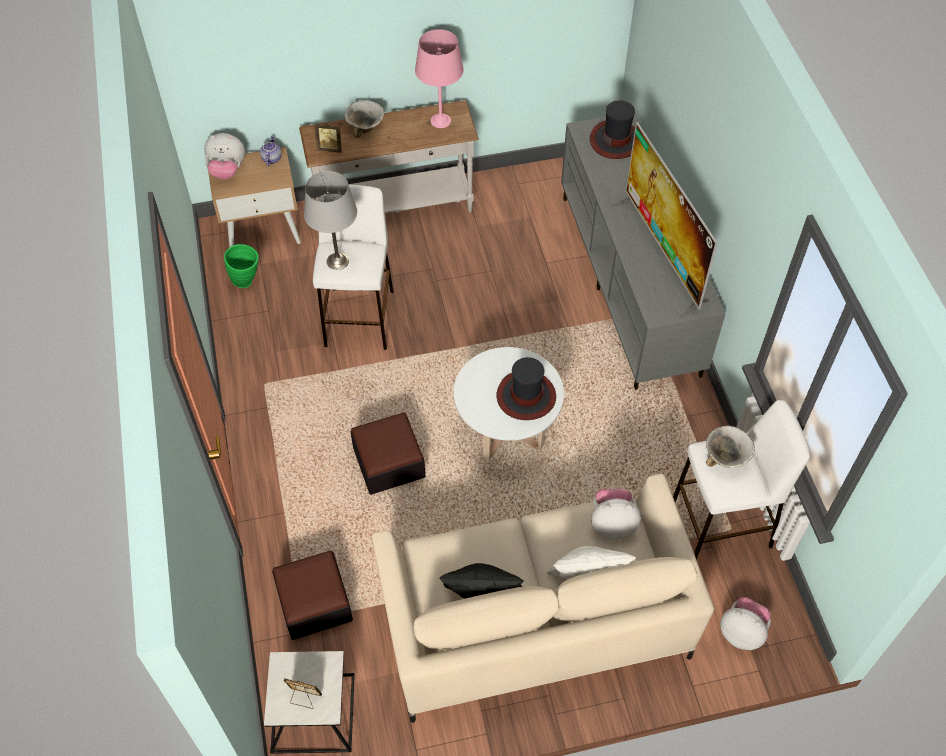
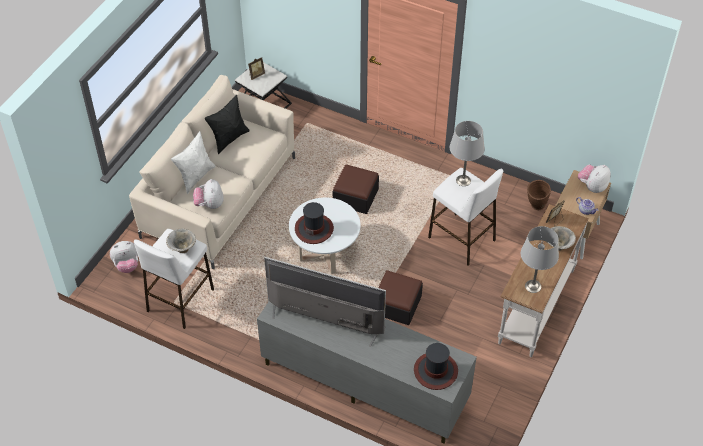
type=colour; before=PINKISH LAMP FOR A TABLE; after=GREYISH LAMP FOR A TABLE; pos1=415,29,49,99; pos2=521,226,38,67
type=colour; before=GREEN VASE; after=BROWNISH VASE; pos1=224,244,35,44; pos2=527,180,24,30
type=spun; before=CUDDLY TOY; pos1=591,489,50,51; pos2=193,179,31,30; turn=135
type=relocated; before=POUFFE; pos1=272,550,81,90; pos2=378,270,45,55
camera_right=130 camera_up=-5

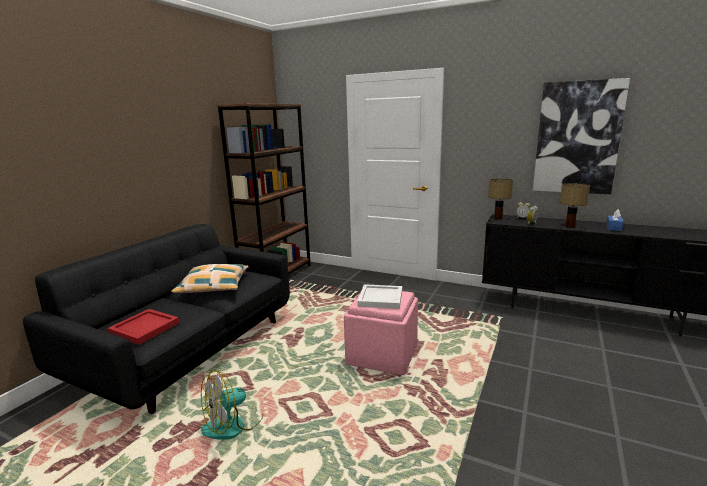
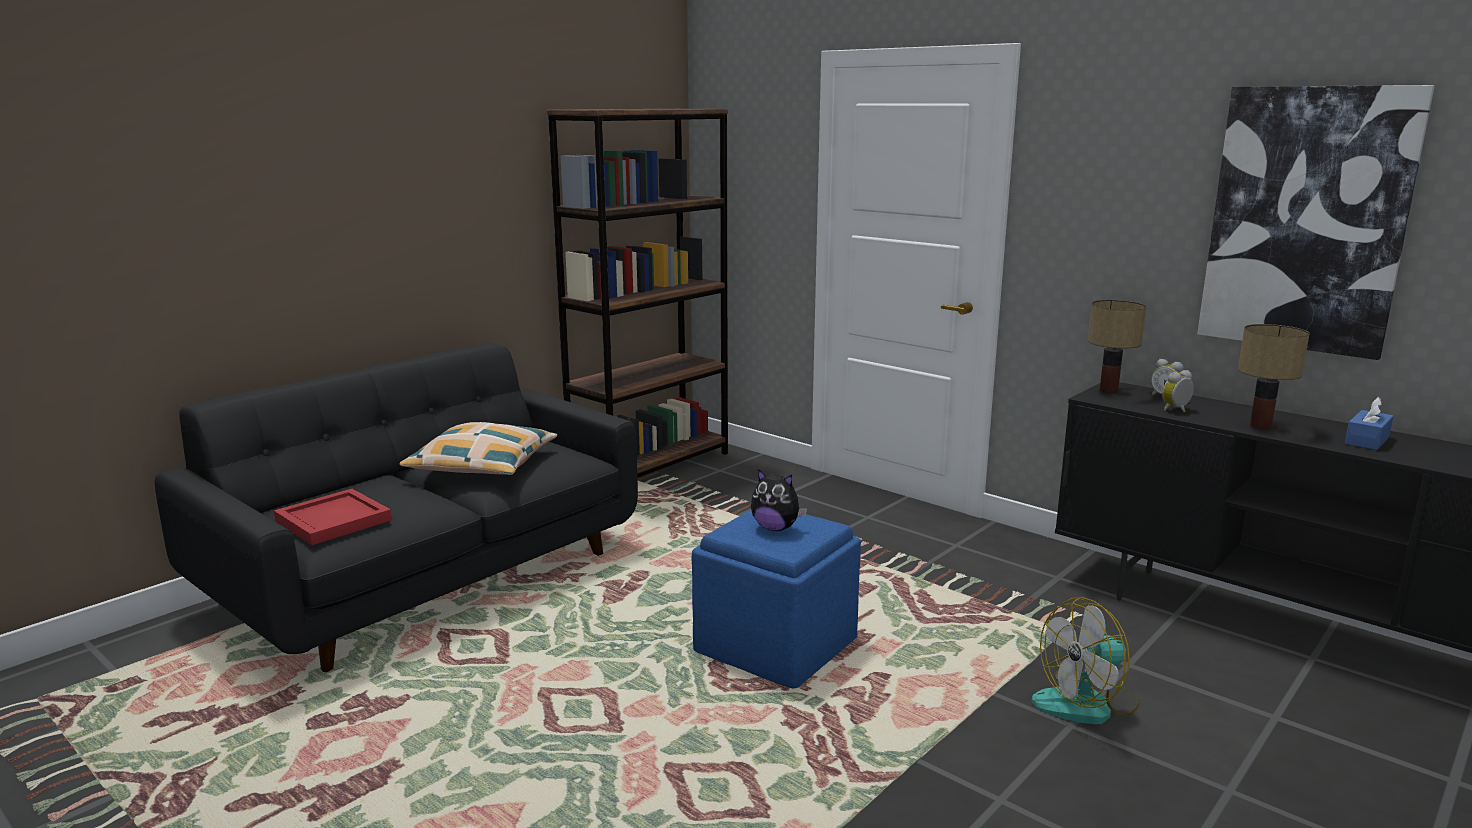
type=exchanged; before=WHITISH CARRYING TRAY; after=CUDDLY TOY; pos1=357,284,45,25; pos2=751,469,56,62
type=colour; before=PINKISH POUFFE; after=BLUE-COLOURED POUFFE; pos1=344,291,74,84; pos2=691,510,170,178
type=relocated; before=FAN; pos1=201,370,62,70; pos2=1032,597,108,127
camera_right=15 camera_up=0

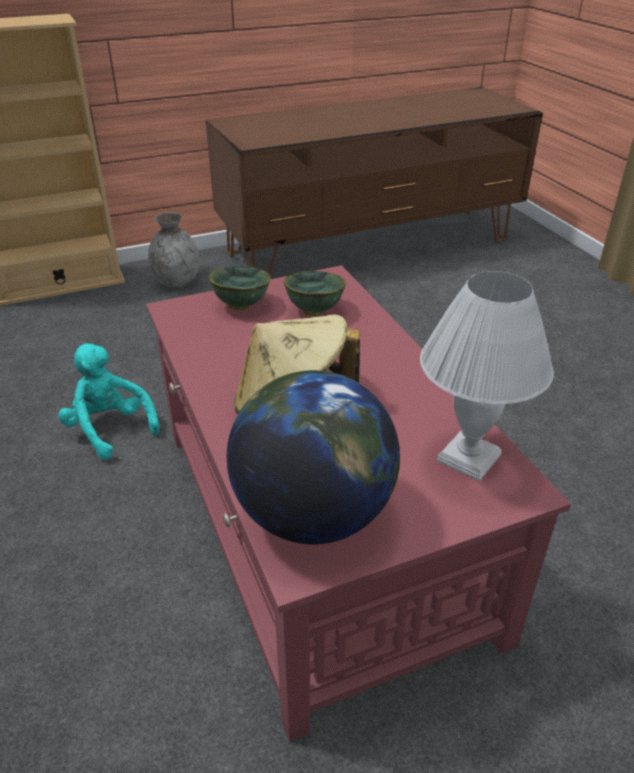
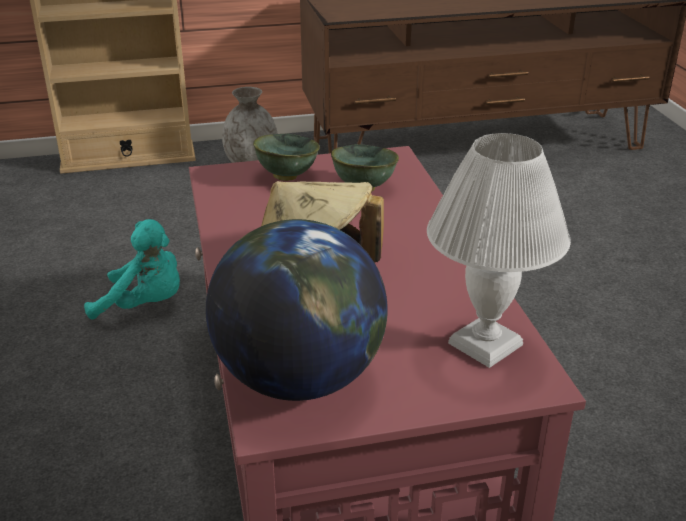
type=spun; before=TURQUOISE-COLOURED CUDDLY TOY; pos1=58,343,102,117; pos2=84,219,96,101; turn=135
camera_right=10 camera_up=-5

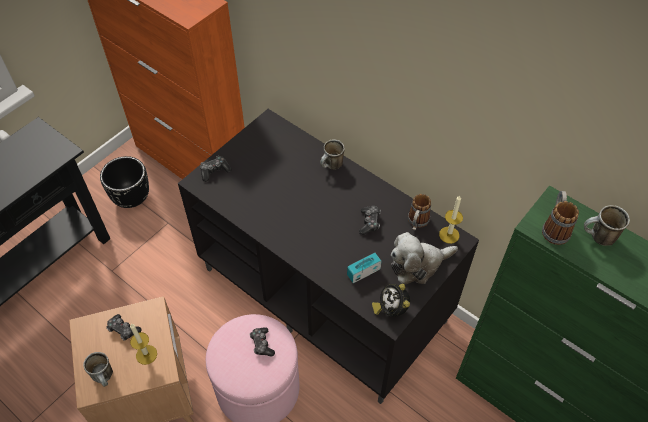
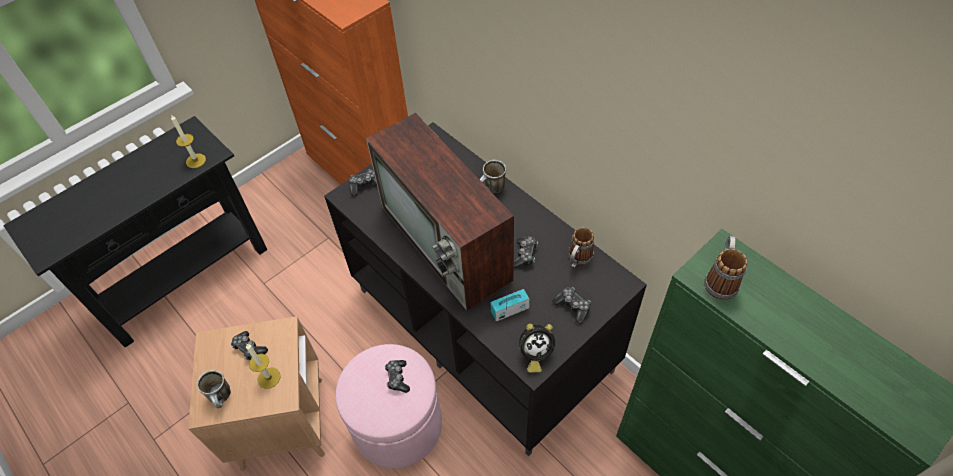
type=missing; before=BLACK FLOWER POT; pos1=100,156,49,52
type=relocated; before=WAX LIGHT; pos1=439,196,24,48; pos2=171,115,35,53
type=missing; before=TEA MUG; pos1=584,205,46,41
type=exchanged; before=CUDDLY TOY; after=GAME CONTROLLER; pos1=391,232,67,52; pos2=552,287,39,37
type=spun; before=ALARM CLOCK; pos1=372,284,38,33; pos2=519,324,36,49; turn=-90
type=appeared; after=TV; pos2=366,113,148,198
camera_right=10 camera_up=0

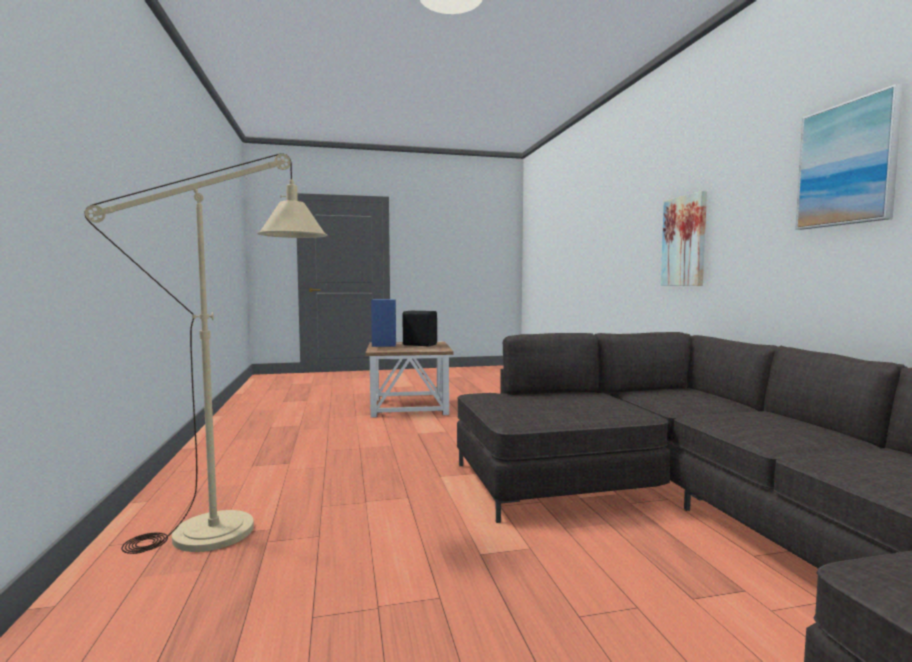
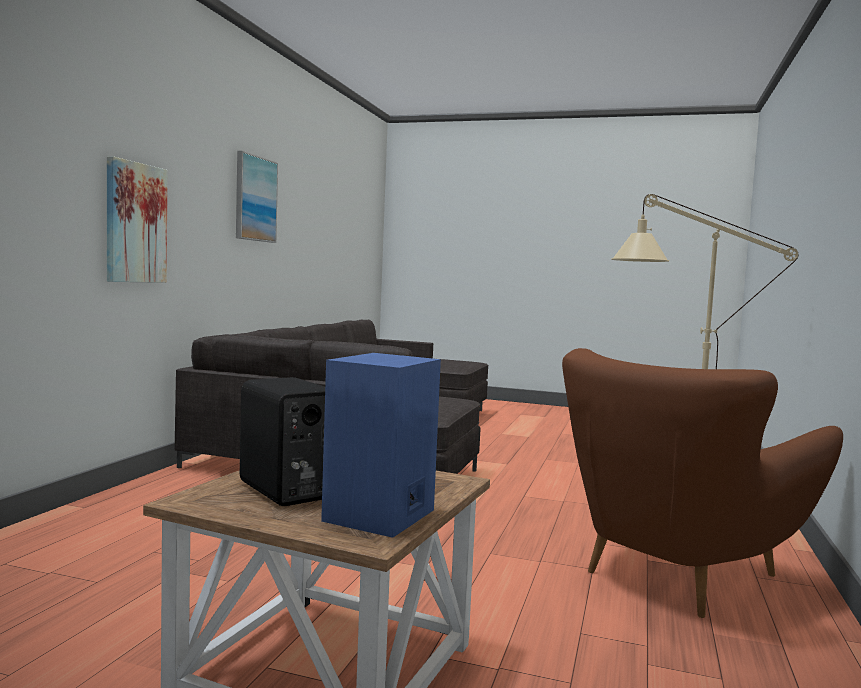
type=appeared; after=BROWNISH EASY CHAIR; pos2=562,348,281,270
camera_right=-150 camera_up=0

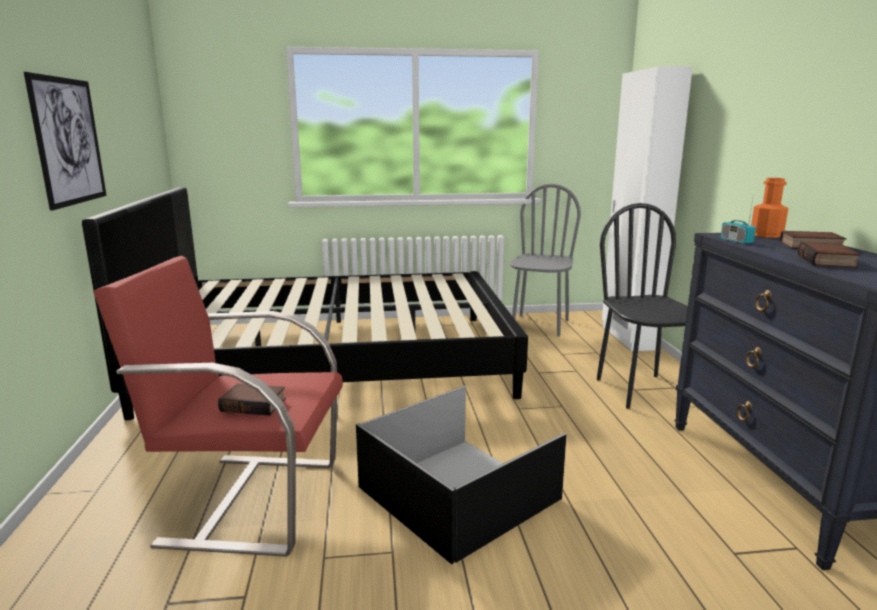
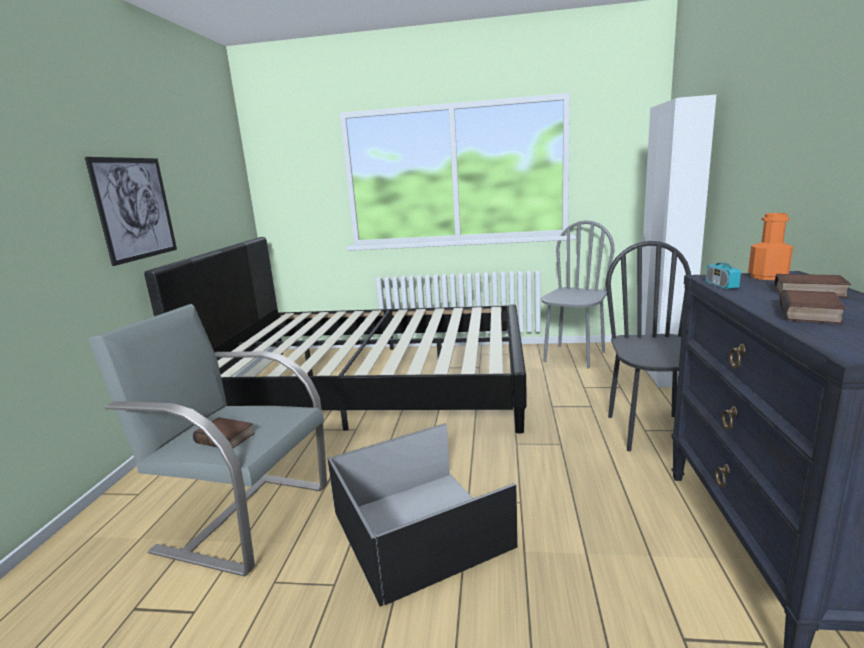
type=colour; before=RED EASY CHAIR; after=GREYISH EASY CHAIR; pos1=93,256,250,301; pos2=88,304,239,272
camera_right=15 camera_up=0

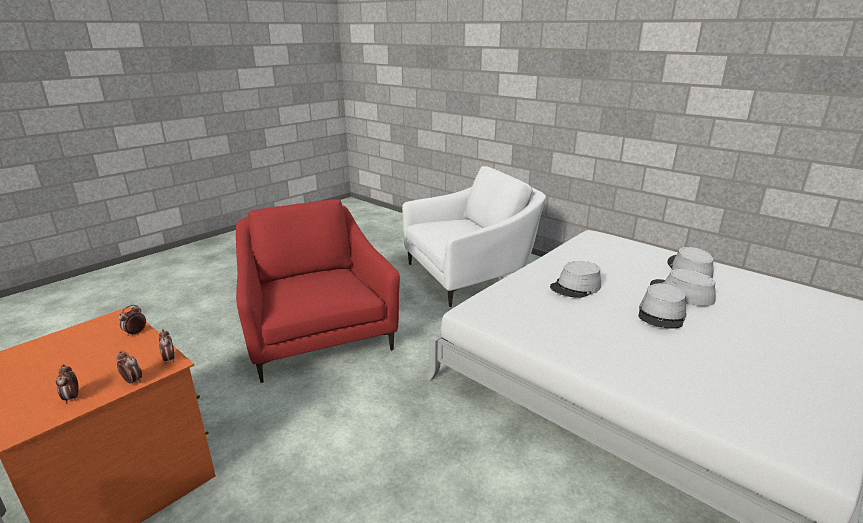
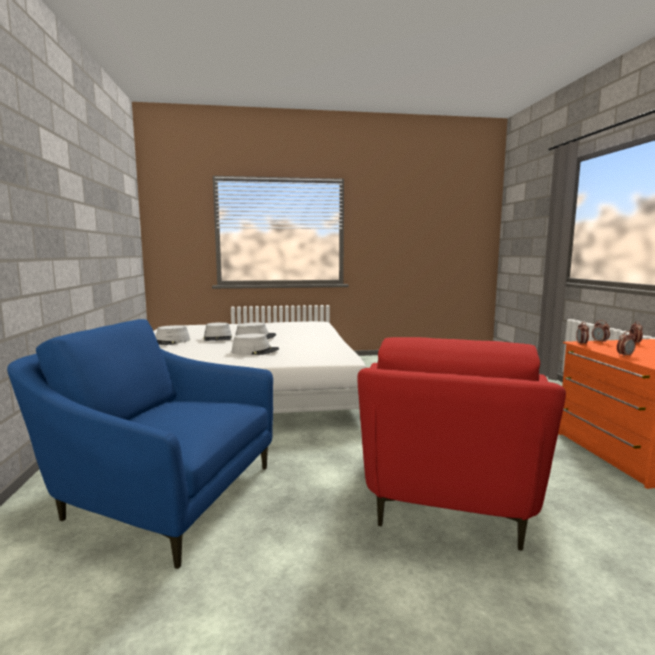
type=colour; before=WHITISH EASY CHAIR; after=BLUE-COLOURED EASY CHAIR; pos1=402,166,144,141; pos2=7,319,266,250
camera_right=-140 camera_up=-15

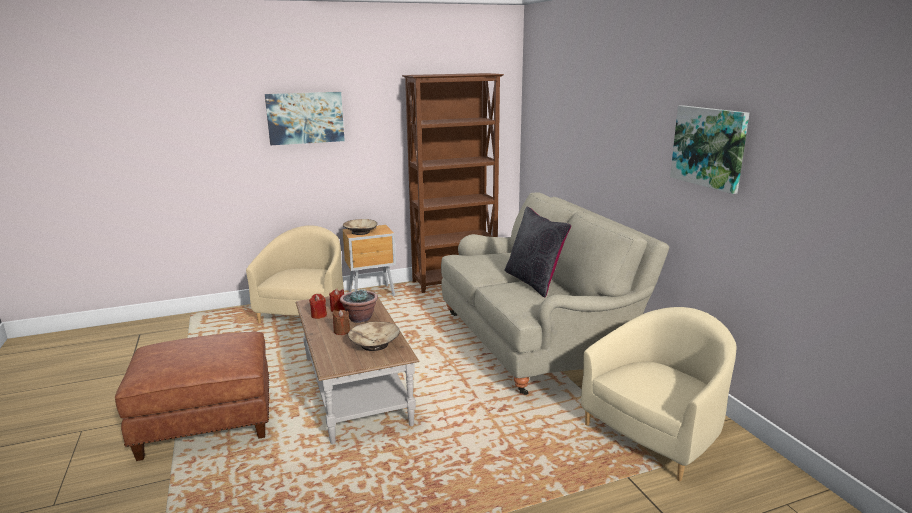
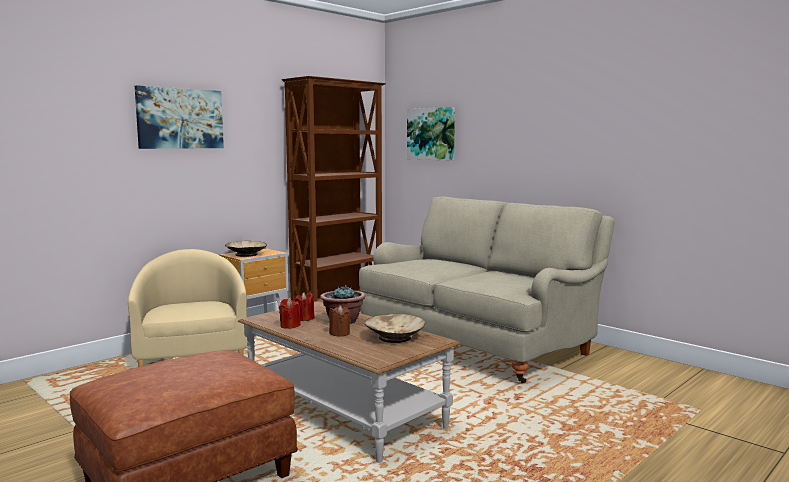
type=relocated; before=WALL ART; pos1=670,105,79,89; pos2=407,107,48,54
type=missing; before=BLACK THROW PILLOW; pos1=505,207,66,90
type=missing; before=BEIGE EASY CHAIR; pos1=581,307,155,174
camera_right=-25 camera_up=-10

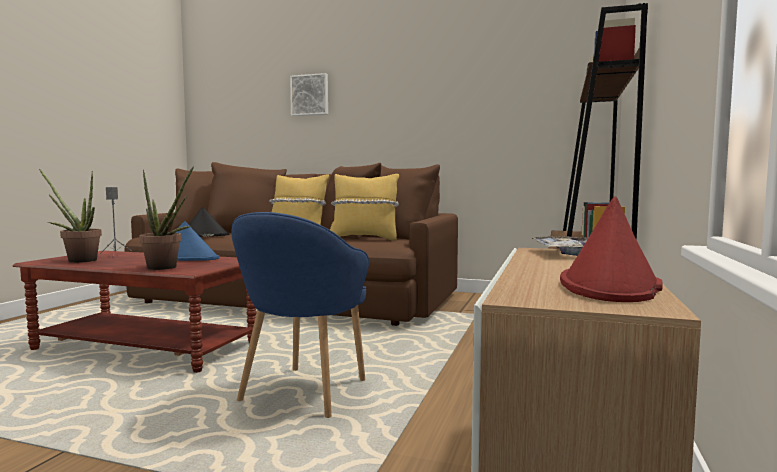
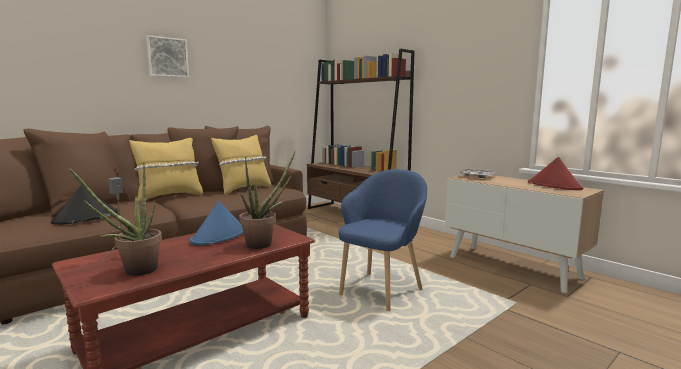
type=relocated; before=WALL ART; pos1=290,73,38,43; pos2=146,35,43,43
type=spun; before=BLUE-COLOURED EASY CHAIR; pos1=231,212,138,206; pos2=339,169,88,142; turn=-105
camera_right=-60 camera_up=5

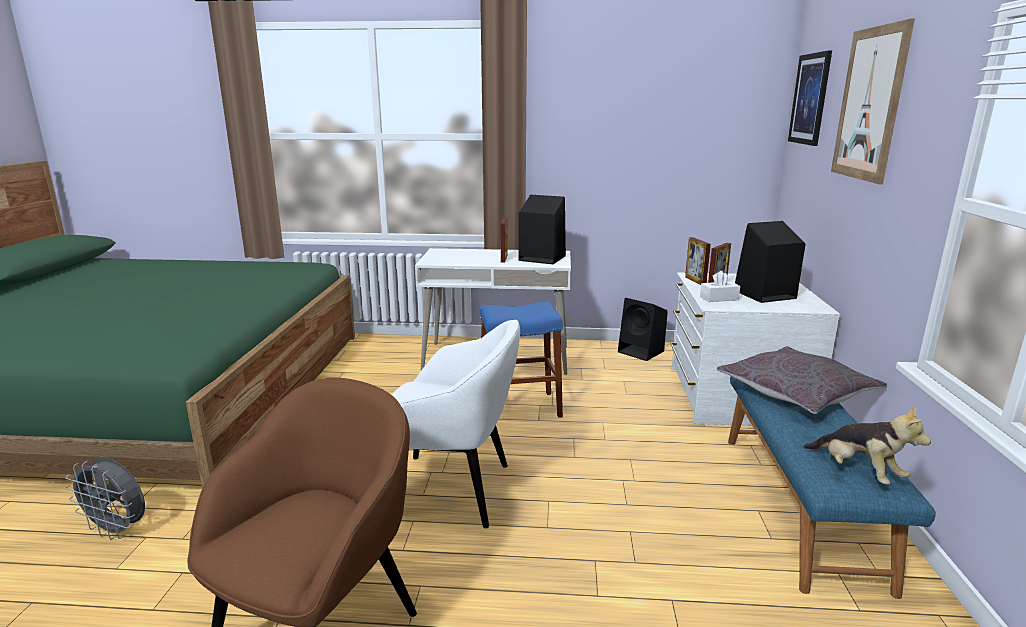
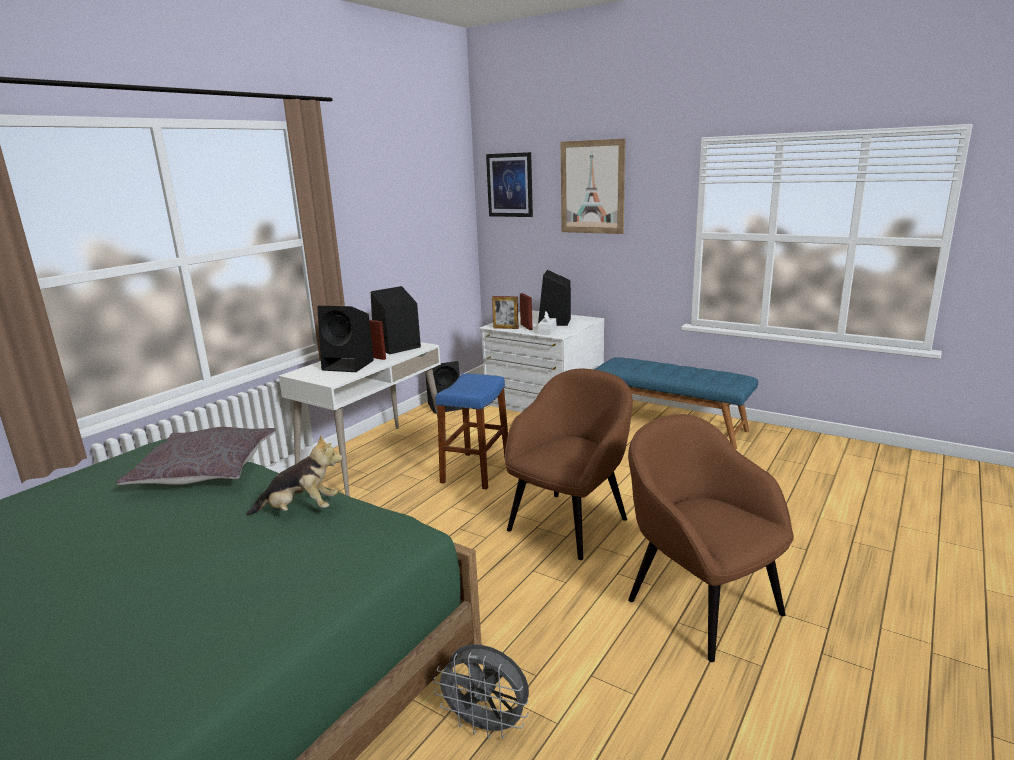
type=colour; before=WHITISH EASY CHAIR; after=BROWNISH EASY CHAIR; pos1=391,320,129,208; pos2=505,368,128,192
type=relocated; before=GREYISH THROW PILLOW; pos1=717,346,170,68; pos2=116,427,160,58
type=relocated; before=CUDDLY TOY; pos1=803,406,128,78; pos2=246,435,97,81
type=spun; before=GREYISH FAN; pos1=65,458,80,82; pos2=433,645,96,94; turn=60
type=appeared; after=BLACK AUDIO SPEAKER; pos2=317,306,57,66
camera_right=-60 camera_up=0

